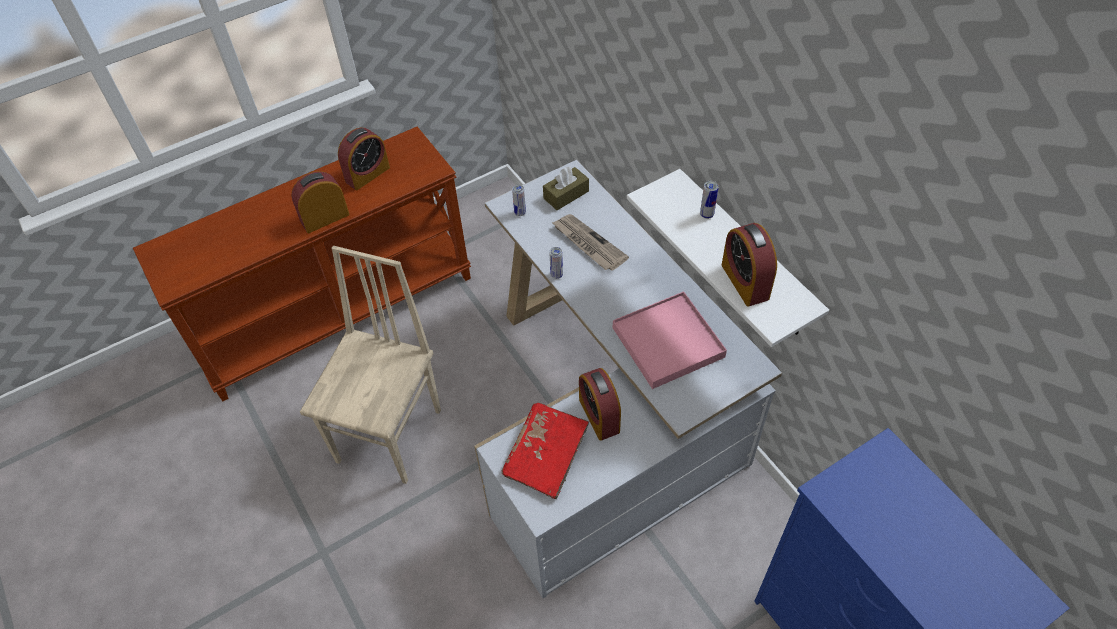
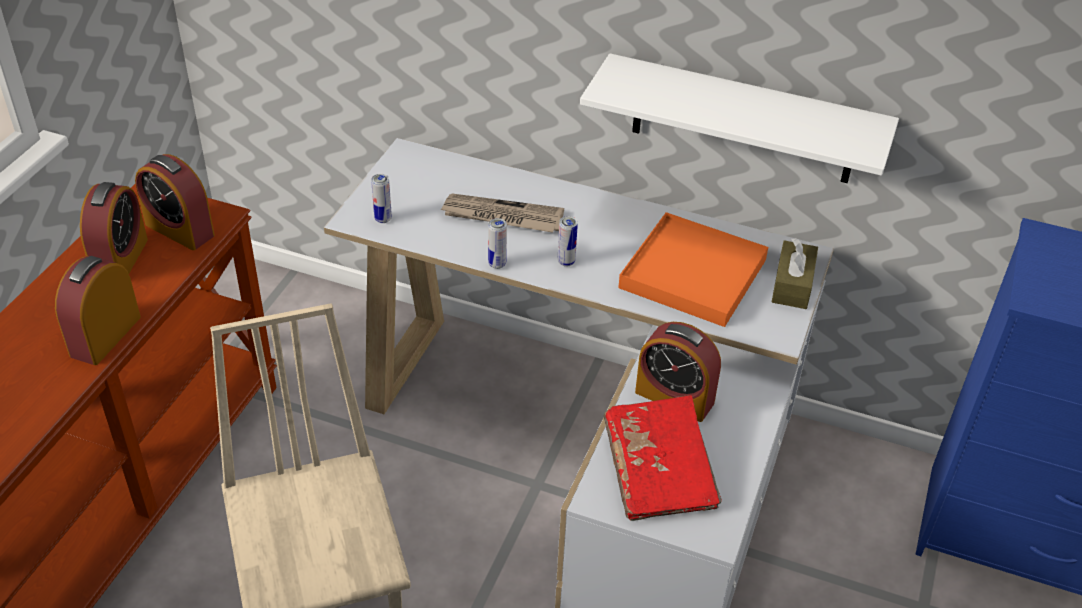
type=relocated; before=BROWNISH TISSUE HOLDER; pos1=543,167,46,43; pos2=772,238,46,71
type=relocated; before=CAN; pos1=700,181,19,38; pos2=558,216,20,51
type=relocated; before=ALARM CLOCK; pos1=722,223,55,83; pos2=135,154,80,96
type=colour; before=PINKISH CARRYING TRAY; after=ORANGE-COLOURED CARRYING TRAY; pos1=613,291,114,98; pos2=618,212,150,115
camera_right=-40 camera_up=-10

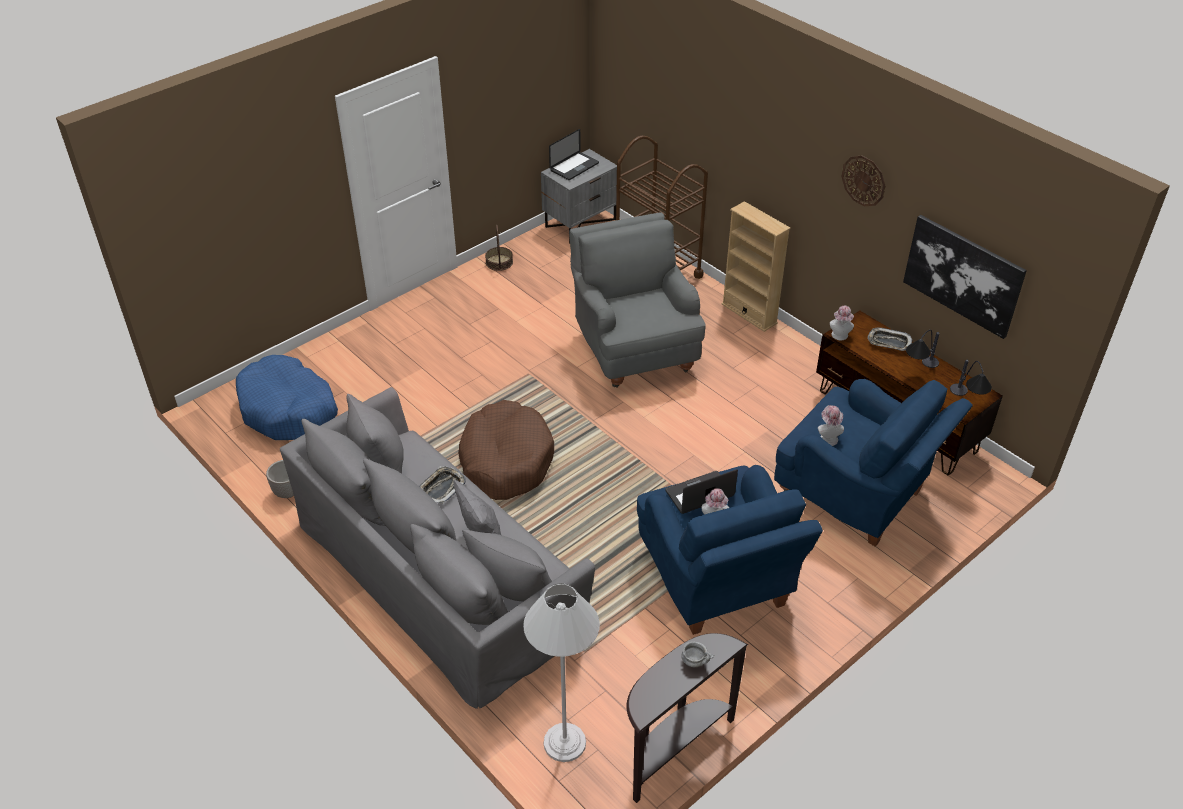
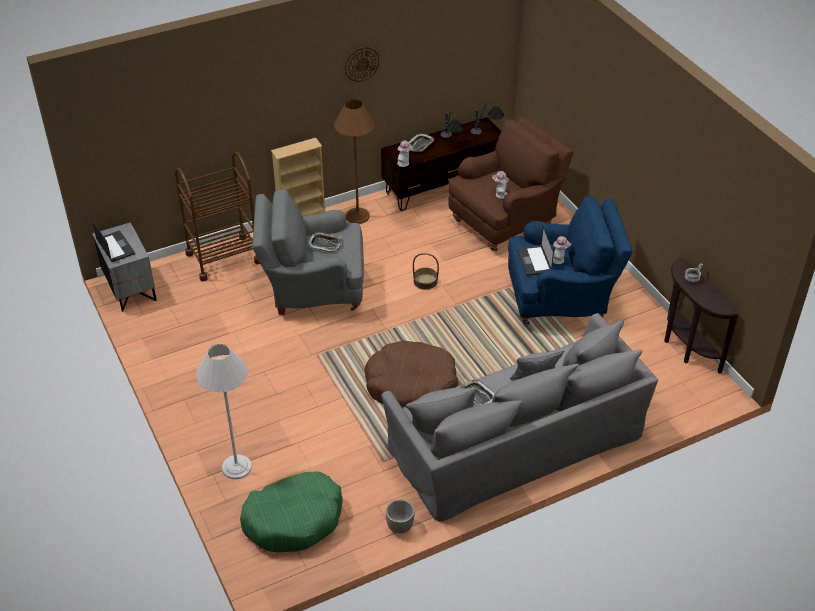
type=missing; before=WALL ART; pos1=903,215,124,124
type=relocated; before=BASKET; pos1=485,225,28,46; pos2=413,253,26,37
type=colour; before=BLUE-COLOURED PET BED; after=GREEN PET BED; pos1=236,355,102,85; pos2=240,472,102,81
type=colour; before=BLUE-COLOURED EASY CHAIR; after=BROWNISH EASY CHAIR; pos1=774,379,199,168; pos2=448,116,126,135
type=relocated; before=WHITISH STANDARD LAMP; pos1=523,583,77,179; pos2=196,344,56,135
type=appeared; after=BROWNISH STANDARD LAMP; pos2=334,99,41,125
type=appeared; after=CARRYING TRAY; pos2=308,232,34,20
camera_right=-75 camera_up=0

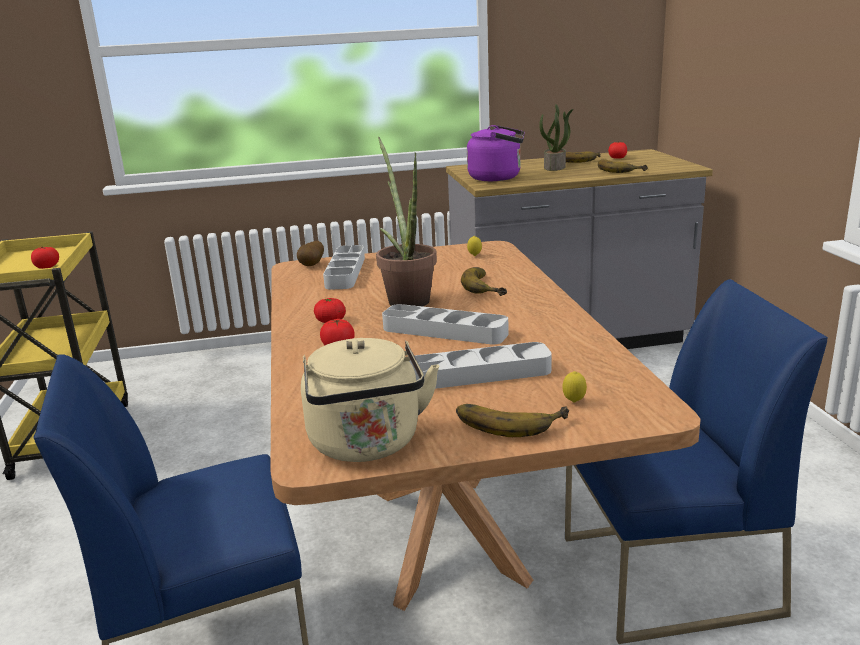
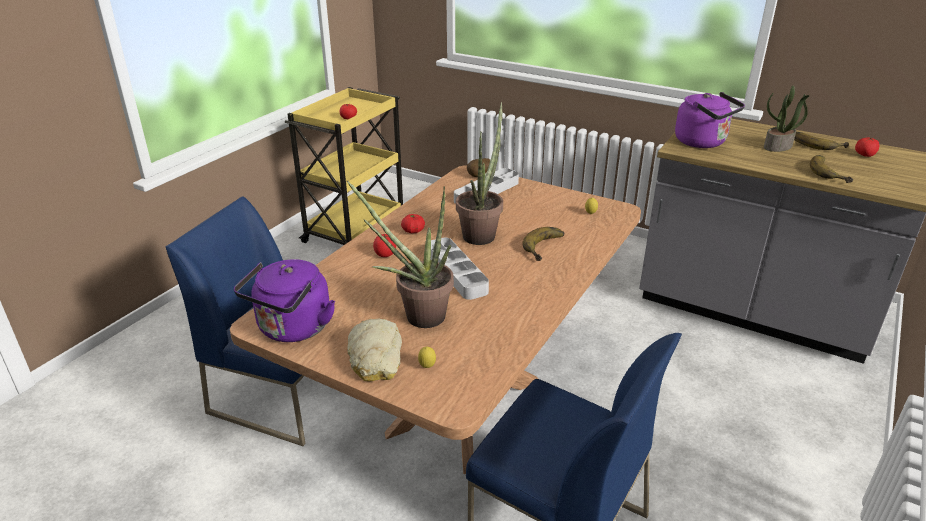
type=colour; before=BEIGE KETTLE; after=PURPLE-COLOURED KETTLE; pos1=301,338,138,124; pos2=234,259,101,83
type=exchanged; before=GREYISH CARRYING TRAY; after=PLANT IN A POT; pos1=409,342,143,47; pos2=347,181,107,147
type=exchanged; before=BANANA; after=BAKERY BREAD; pos1=456,404,113,33; pos2=347,319,55,63
camera_right=40 camera_up=10

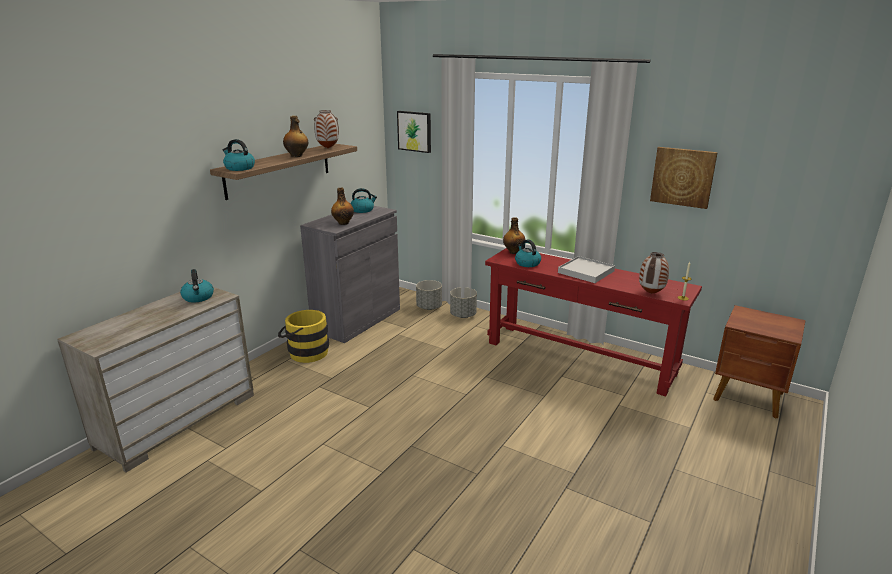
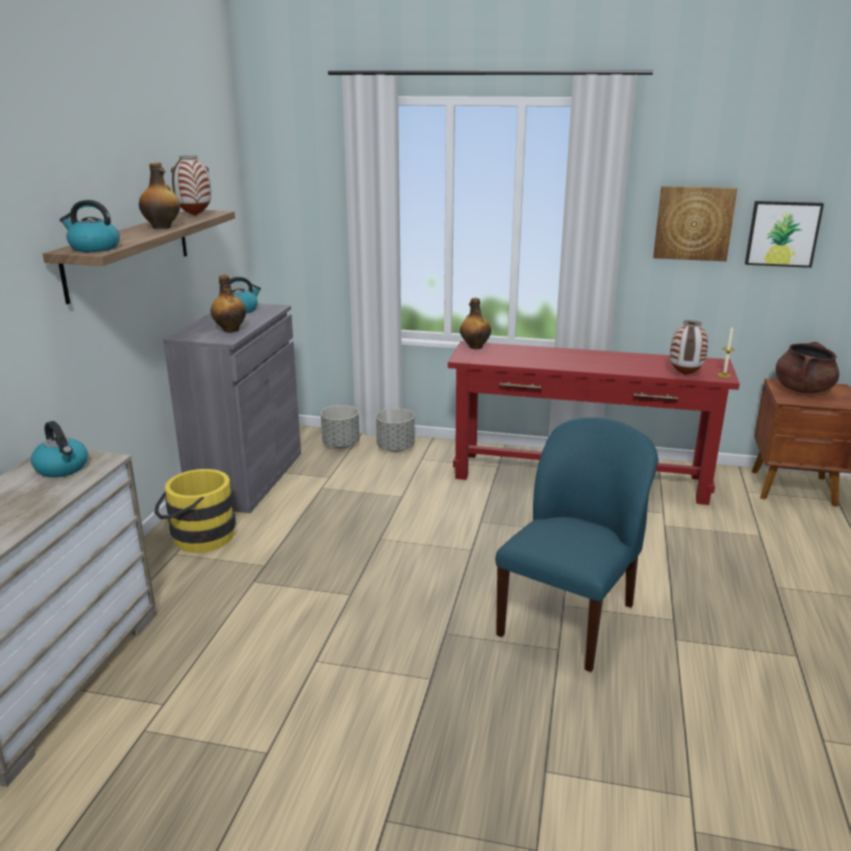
type=relocated; before=WALL ART; pos1=397,111,34,42; pos2=745,201,79,67
type=missing; before=KETTLE; pos1=515,240,26,27
type=missing; before=WHITISH CARRYING TRAY; pos1=558,256,57,27
type=appeared; after=BROWNISH COOKING POT; pos2=776,342,63,52
type=appeared; after=BLUE-COLOURED PLAIN CHAIR; pos2=495,417,163,255
camera_right=-20 camera_up=0

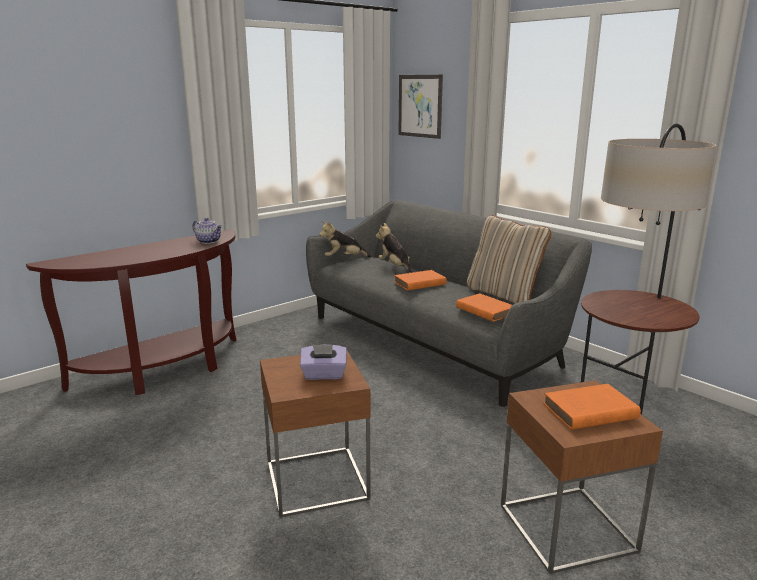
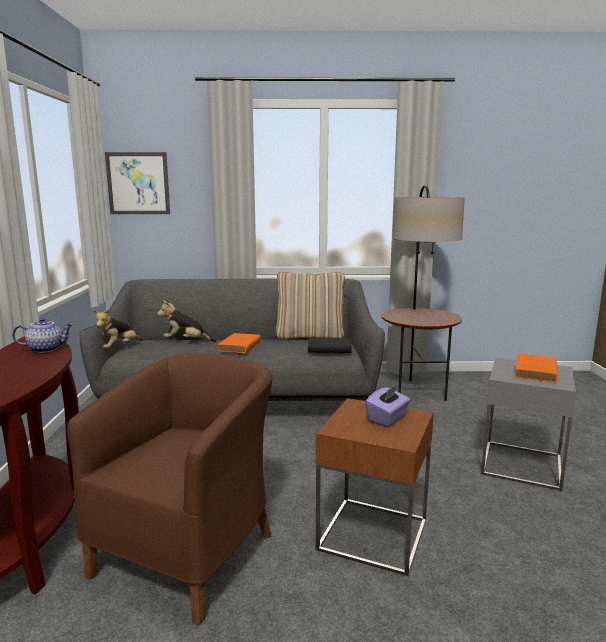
type=colour; before=ORANGE-COLOURED BOOK; after=BLACK BOOK; pos1=456,293,56,29; pos2=308,338,44,15
type=colour; before=BROWNISH END TABLE; after=GREYISH END TABLE; pos1=501,380,162,194; pos2=481,358,95,133
type=appeared; after=BROWNISH EASY CHAIR; pos2=67,353,205,273
camera_right=-50 camera_up=-5

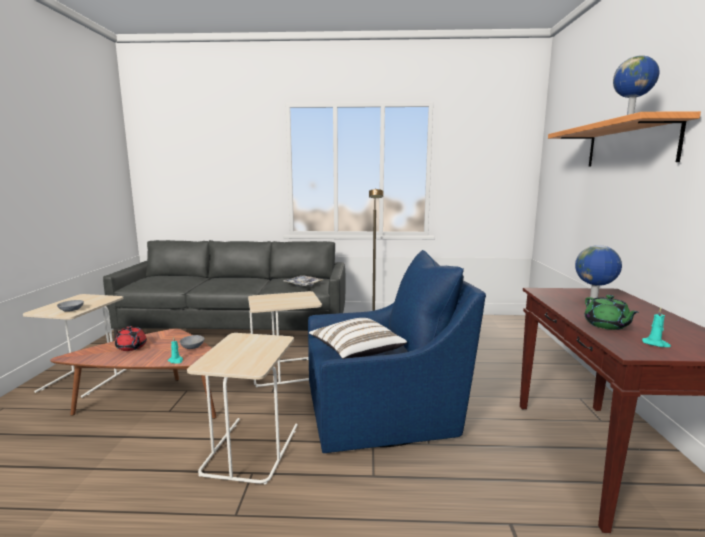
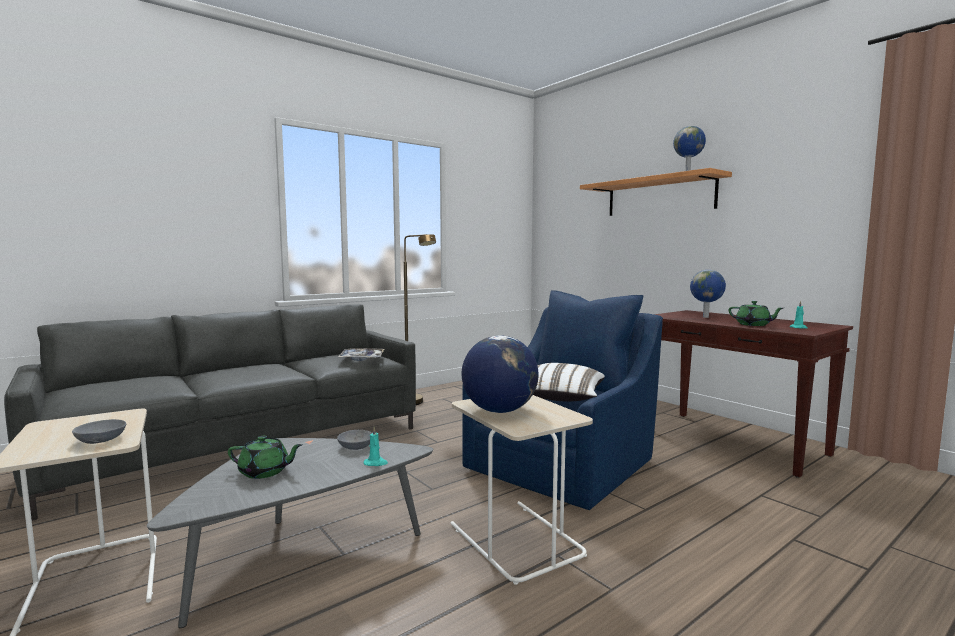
type=missing; before=BEIGE END TABLE; pos1=248,291,74,96
type=colour; before=RED TEAPOT; after=GREEN TEAPOT; pos1=115,326,32,25; pos2=228,436,75,43
type=colour; before=BROWNISH LOUNGE TABLE; after=GREYISH LOUNGE TABLE; pos1=50,329,166,90; pos2=147,438,286,190
type=appeared; after=DESK GLOBE; pos2=462,335,77,78
camera_right=-40 camera_up=-5

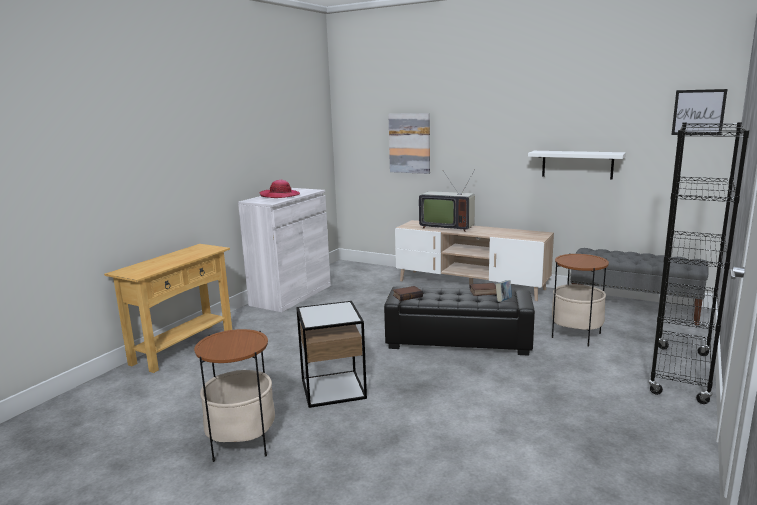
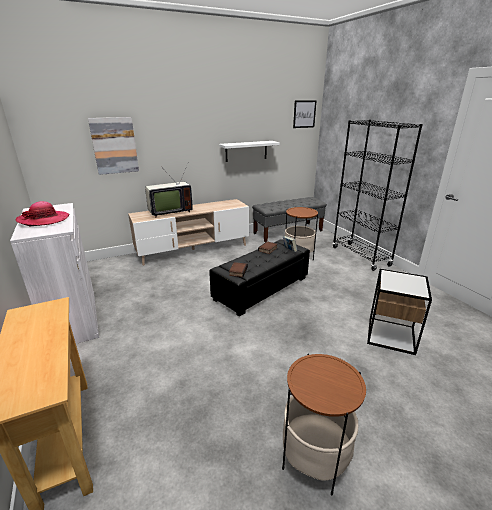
type=relocated; before=END TABLE; pos1=296,301,71,107; pos2=367,269,65,86
camera_right=-55 camera_up=10

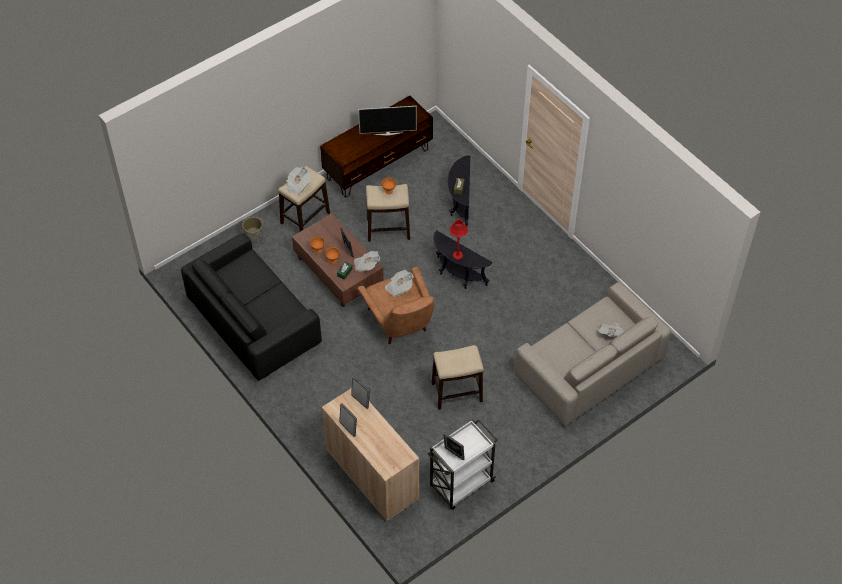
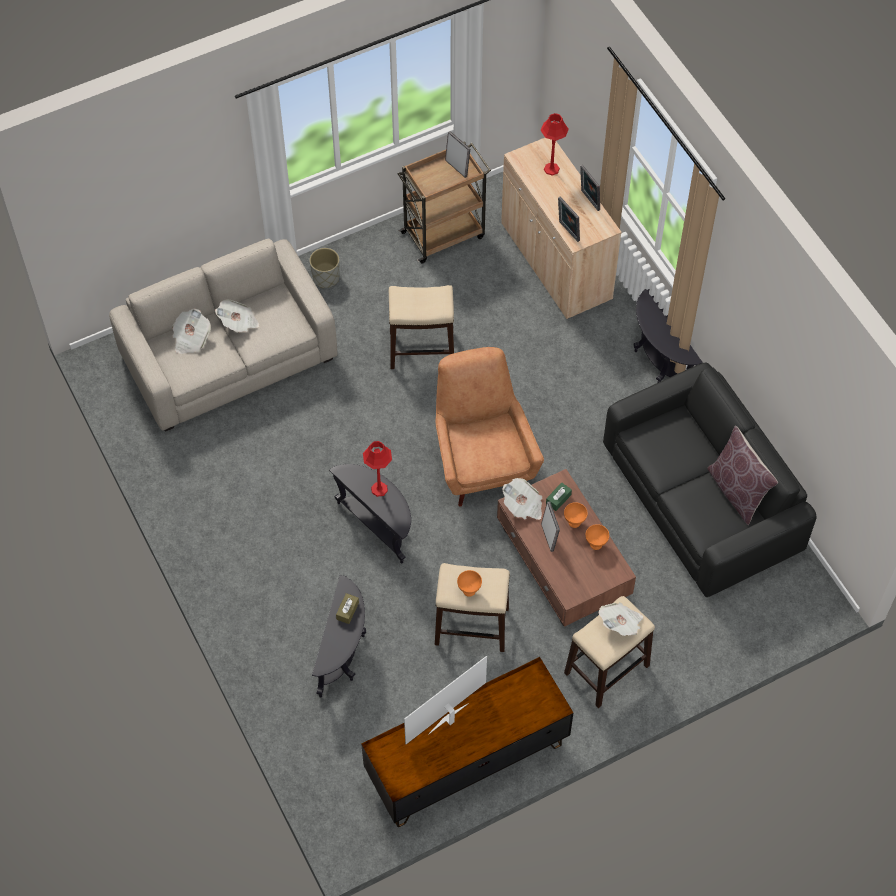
type=spun; before=TV; pos1=358,106,59,30; pos2=404,656,83,88; turn=-45
type=relocated; before=GREYISH FLOWER POT; pos1=242,217,21,27; pos2=309,248,31,40
type=relocated; before=PRINTED PAPER; pos1=385,270,29,27; pos2=215,299,45,34
type=colour; before=WHITISH WHEELED CART; after=BROWNISH WHEELED CART; pos1=428,419,70,91; pos2=397,141,94,122
type=appeared; after=RED LAMP FOR A TABLE; pos2=540,113,29,63
type=appeared; after=BLACK END TABLE; pos2=634,289,69,94
type=appeared; after=BROWNISH THROW PILLOW; pos2=707,426,71,99
camera_right=-170 camera_up=5

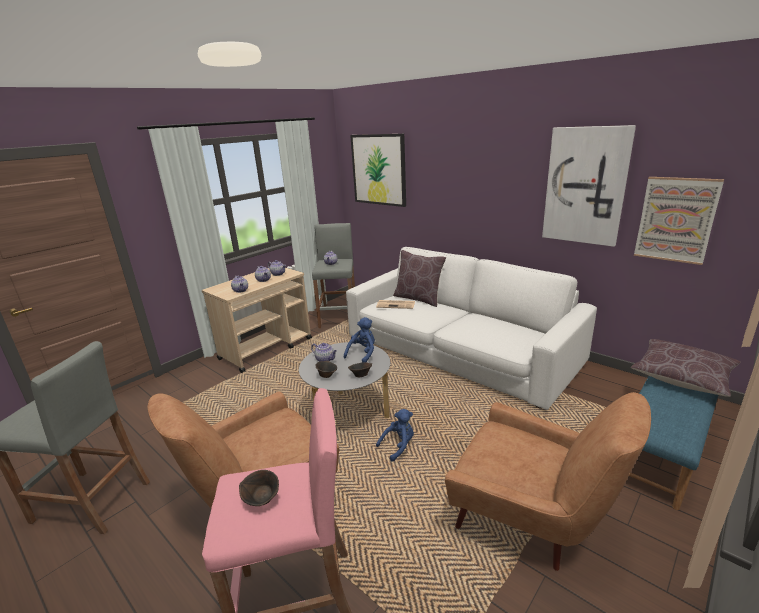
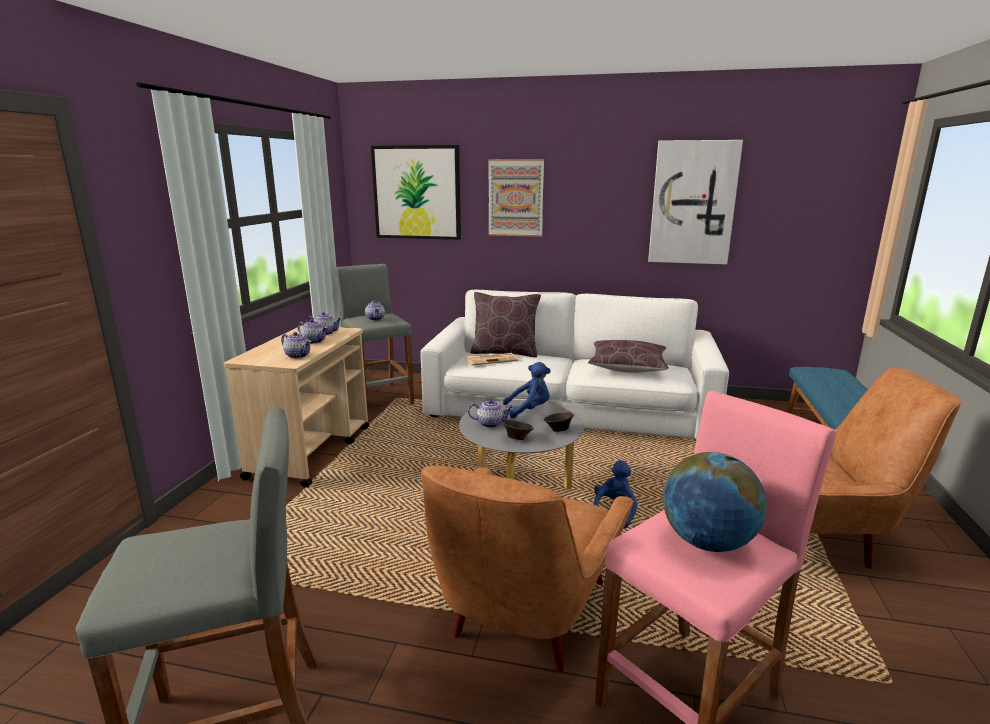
type=relocated; before=WALL ART; pos1=634,177,90,88; pos2=488,159,56,78
type=spun; before=BLUE-COLOURED CUDDLY TOY; pos1=344,317,31,46; pos2=503,362,48,57; turn=75
type=relocated; before=BROWNISH THROW PILLOW; pos1=631,339,110,58; pos2=588,340,81,33
type=exchanged; before=BROWNISH DEEP DISH; after=DESK GLOBE; pos1=239,470,40,36; pos2=663,452,104,100
camera_right=-30 camera_up=-5

